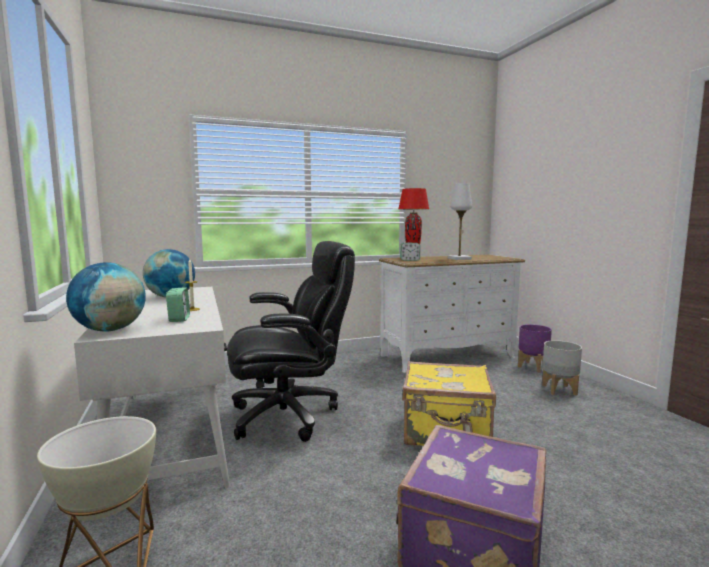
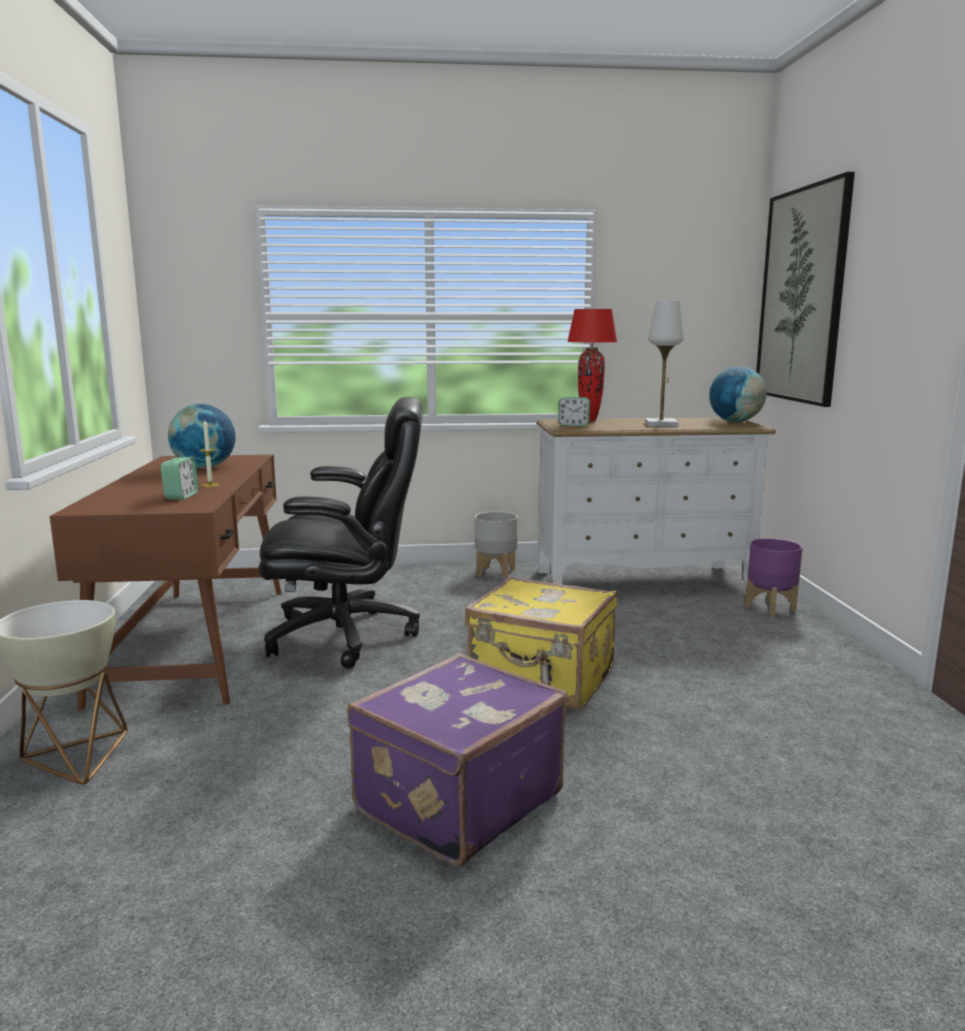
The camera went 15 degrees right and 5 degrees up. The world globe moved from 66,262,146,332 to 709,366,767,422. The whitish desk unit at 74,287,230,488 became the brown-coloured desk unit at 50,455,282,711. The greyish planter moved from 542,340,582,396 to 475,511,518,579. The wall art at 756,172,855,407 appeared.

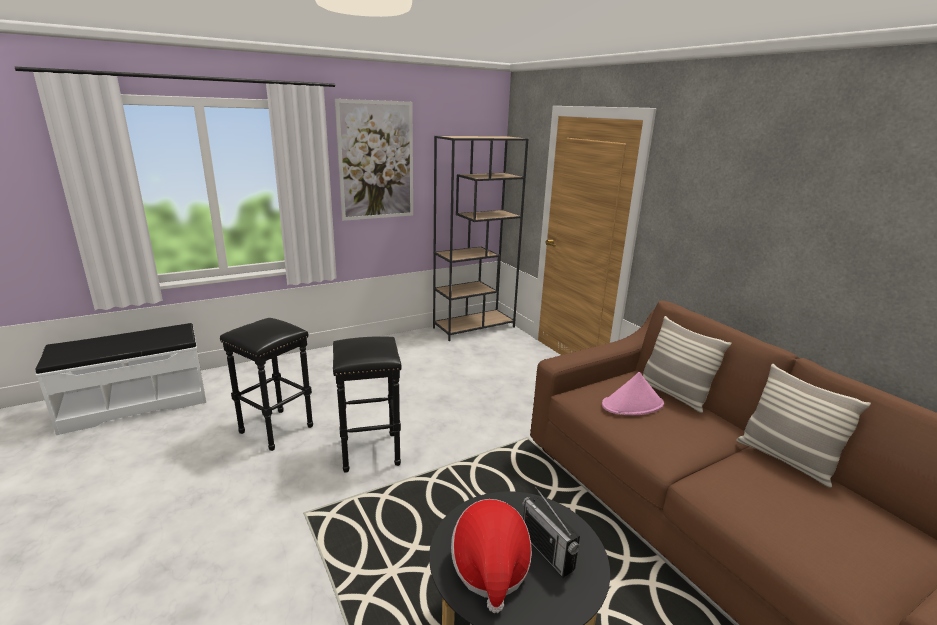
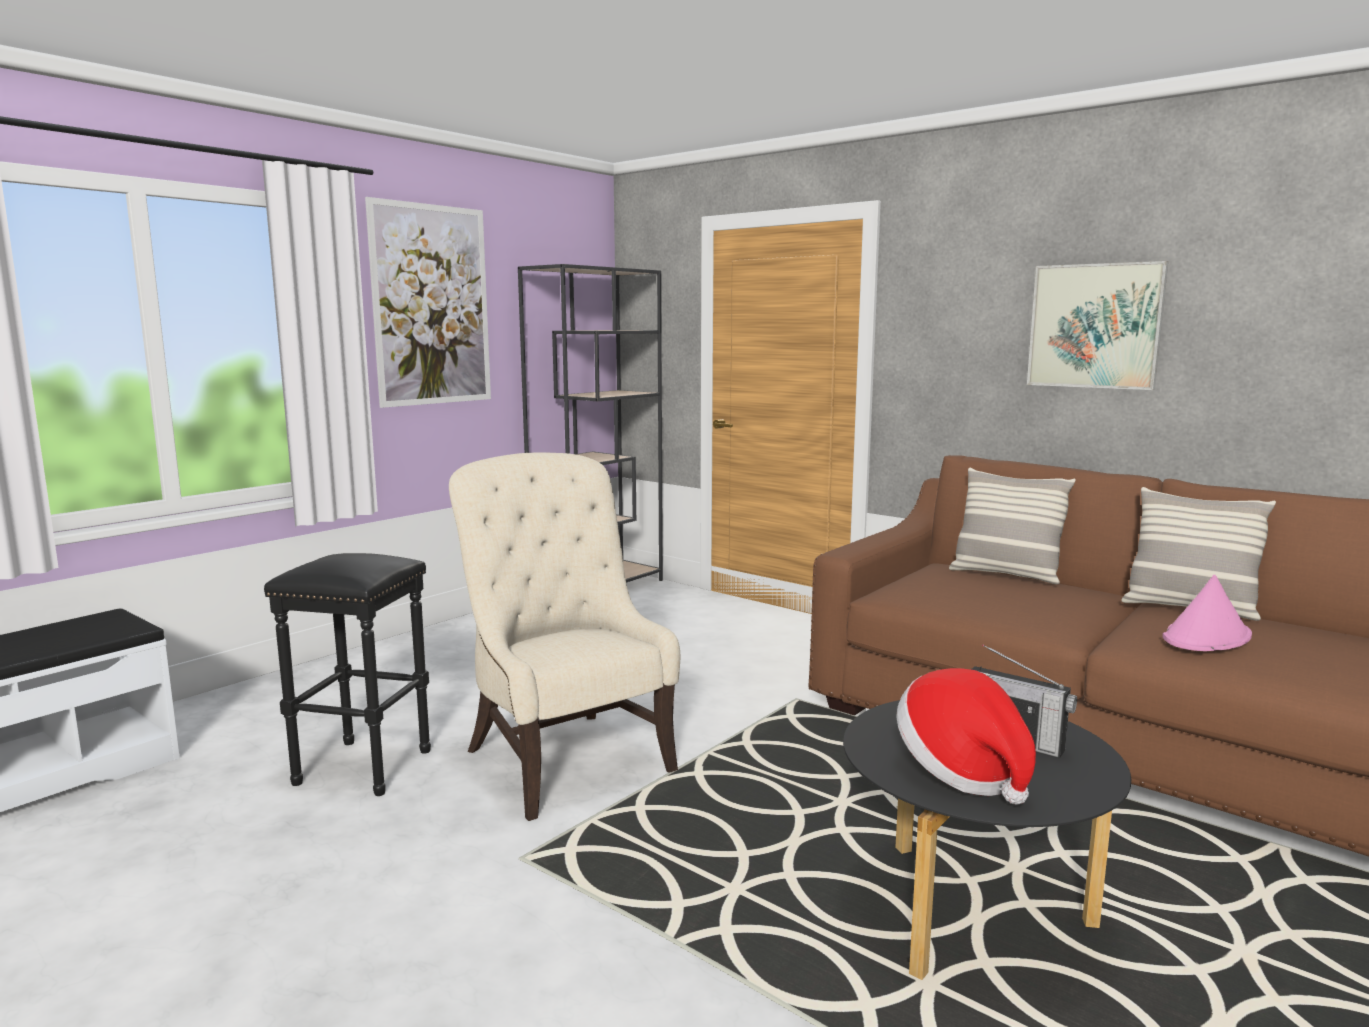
The camera went 20 degrees left and 10 degrees down. The black-coloured stool seat at 333,336,402,473 was replaced by the beige-coloured armchair at 449,452,680,821. The pink-coloured wearable hat moved from 602,372,664,415 to 1162,575,1252,651. The wall art at 1027,261,1168,390 appeared.

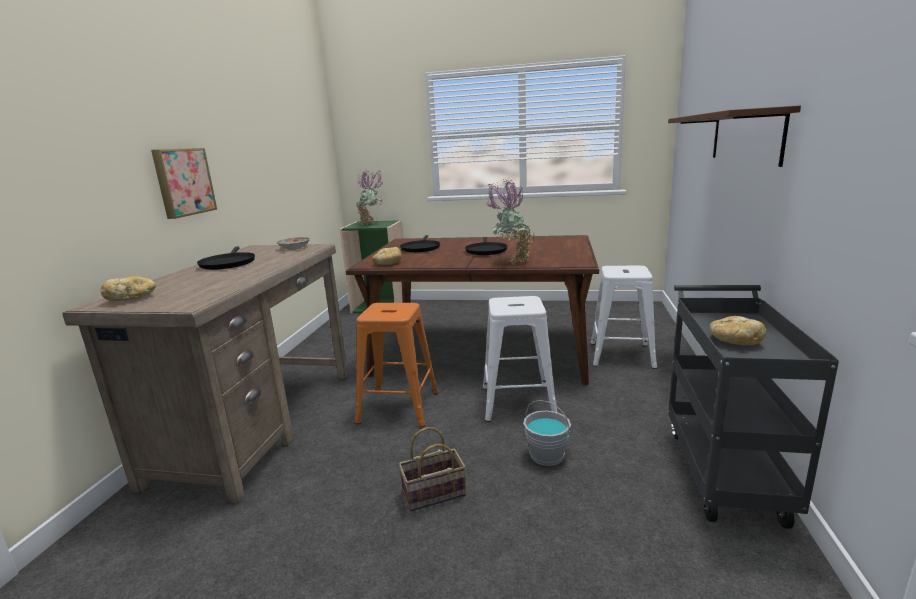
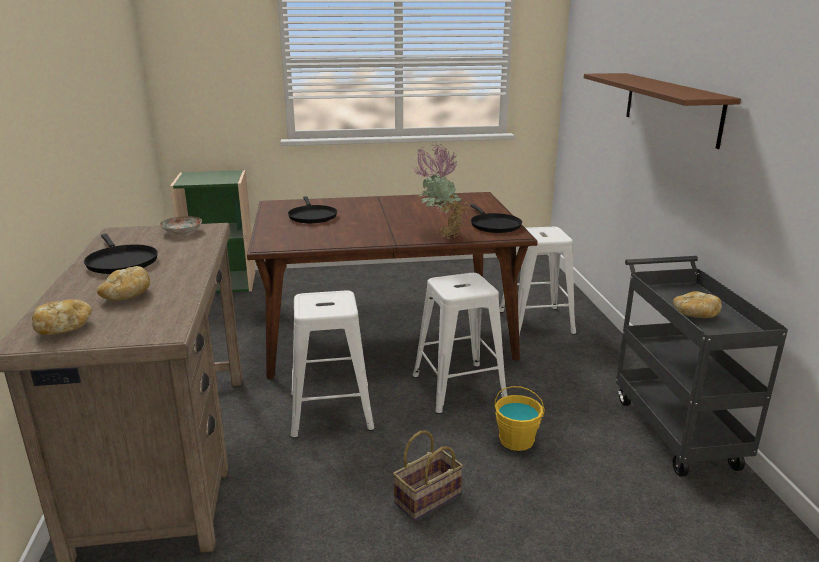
The camera went 20 degrees left and 5 degrees up. The wall art at 151,148,217,219 disappeared. The houseplant at 356,169,383,225 disappeared. The black-coloured pan moved from 465,237,508,255 to 470,204,522,233. The baked bread moved from 372,247,402,265 to 97,266,150,301. The orangey stool seat at 355,303,439,427 became the whitish stool seat at 291,291,375,438. The greyish pail at 523,400,571,466 became the yellow pail at 495,386,545,451.

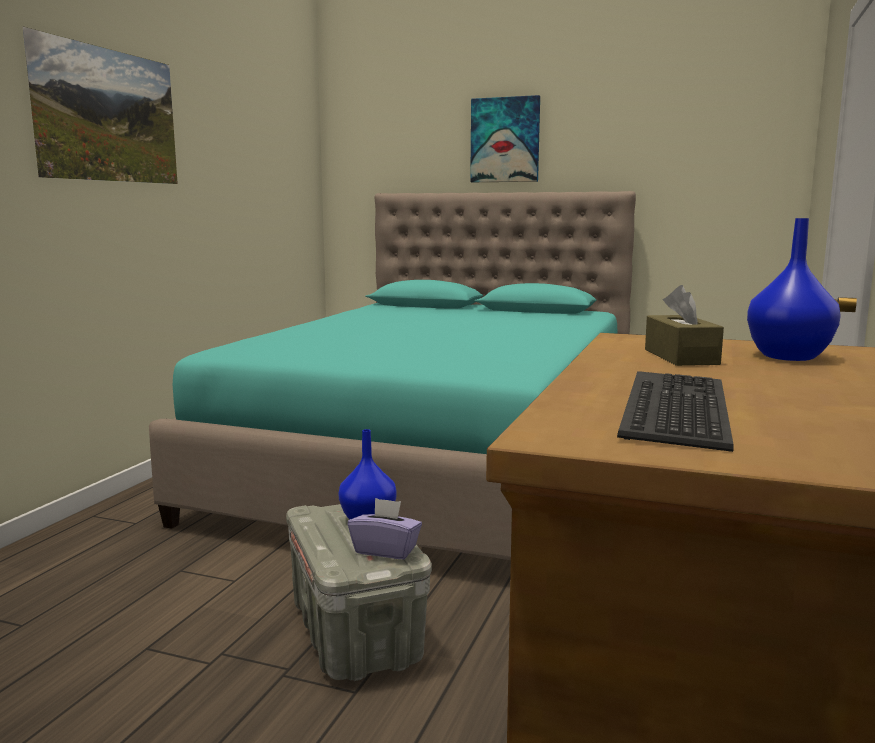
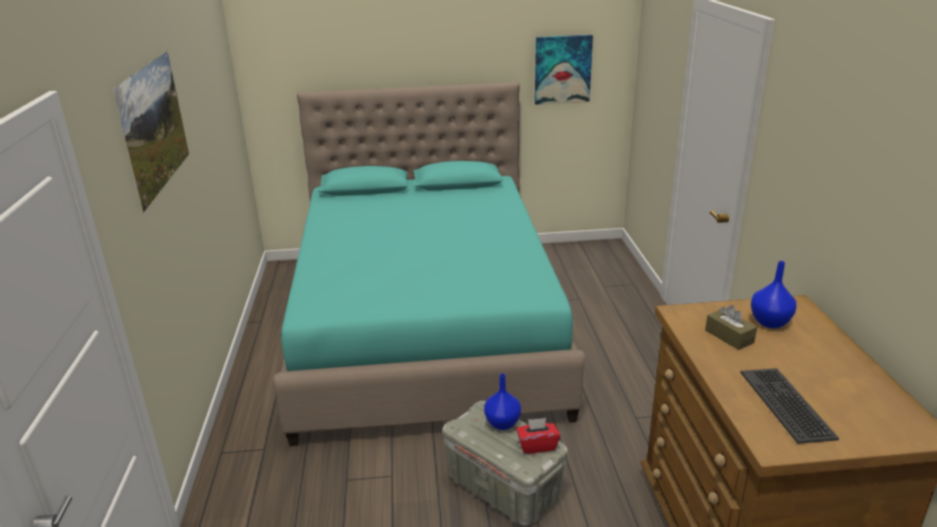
The camera went 25 degrees left and 15 degrees up. The wall art moved from 470,95,540,182 to 535,35,593,105. The purplish tissue box at 348,498,422,560 became the red-coloured tissue box at 516,418,560,454.

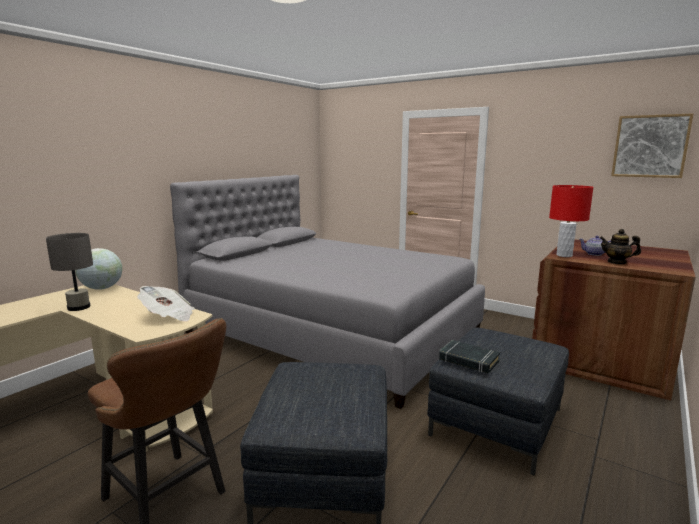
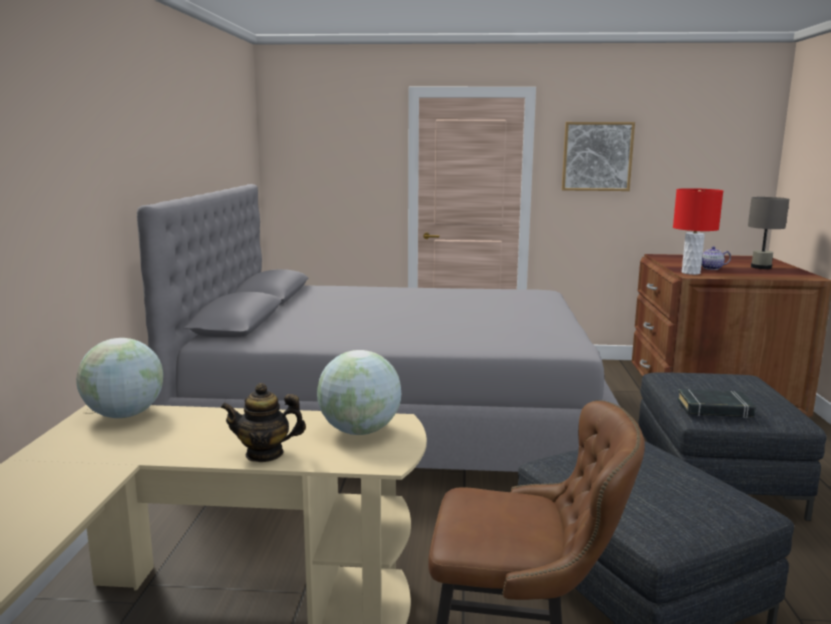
The camera went 30 degrees left and 0 degrees up. The wall art moved from 611,113,693,178 to 562,122,635,191. The pot for tea moved from 600,229,641,264 to 220,383,306,462. The greyish tabletop lamp moved from 46,233,93,311 to 748,197,789,269. The daily paper at 137,286,195,322 was replaced by the world globe at 317,350,401,435.

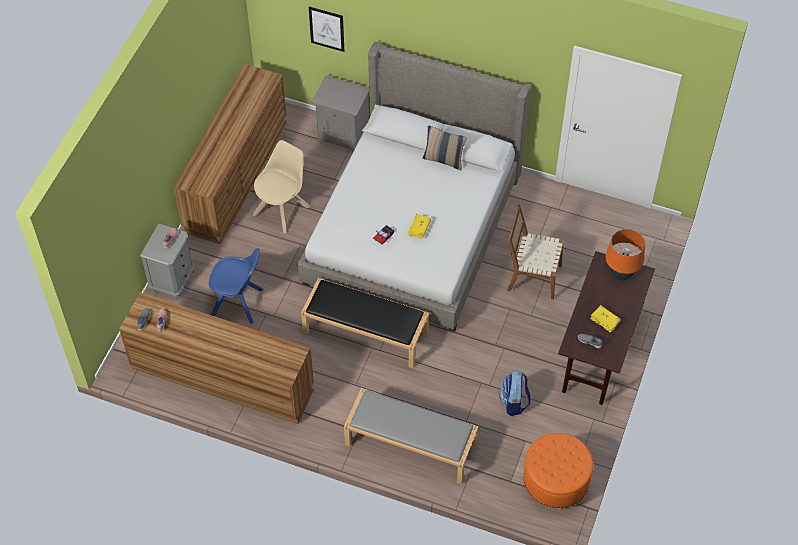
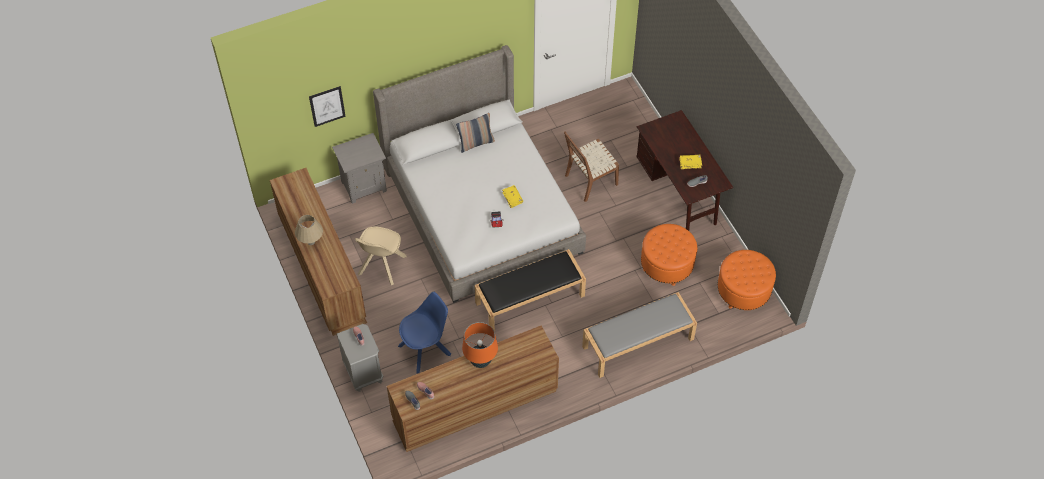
The camera went 45 degrees left and 0 degrees up. The beige-coloured chair at 253,140,310,233 turned 150 degrees counterclockwise. The orangey tabletop lamp moved from 606,229,645,281 to 462,322,498,368. The rucksack at 499,370,530,416 was replaced by the orangey pouffe at 641,224,697,286. The beige-coloured tabletop lamp at 295,215,323,245 appeared.

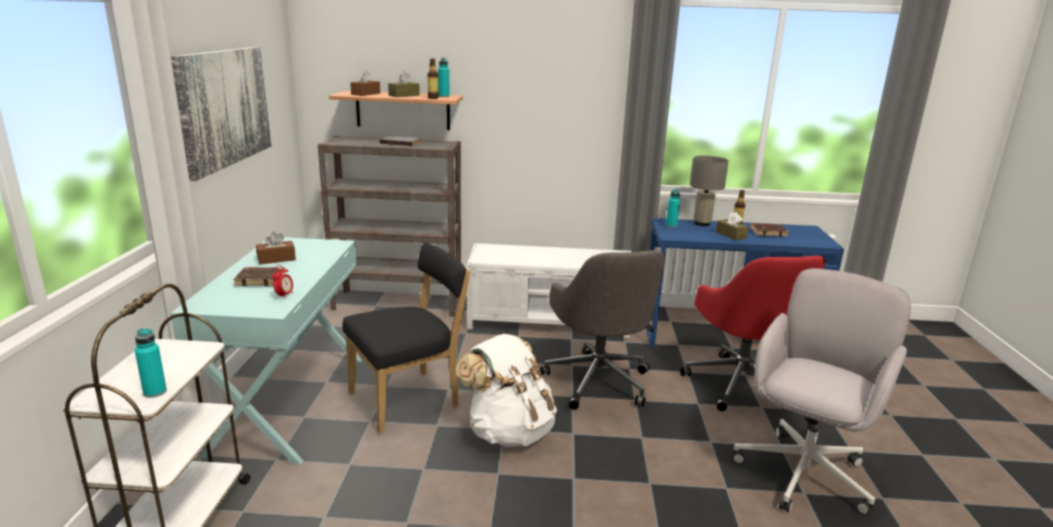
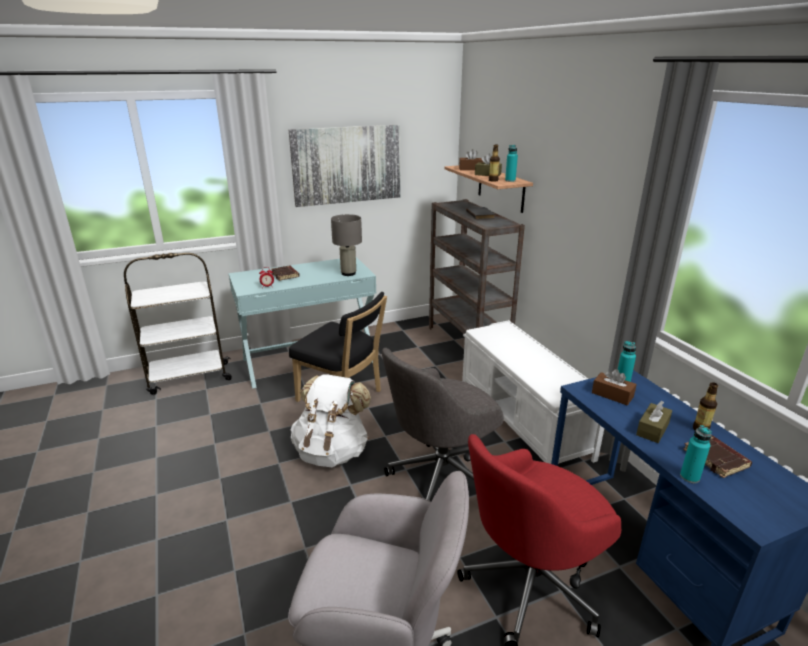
The camera went 65 degrees right and 5 degrees up. The greyish tabletop lamp moved from 690,155,729,226 to 331,214,362,276. The brown-coloured tissue box moved from 256,232,296,264 to 592,369,637,405. The turquoise-coloured beverage bottle moved from 135,328,167,398 to 680,425,712,483.

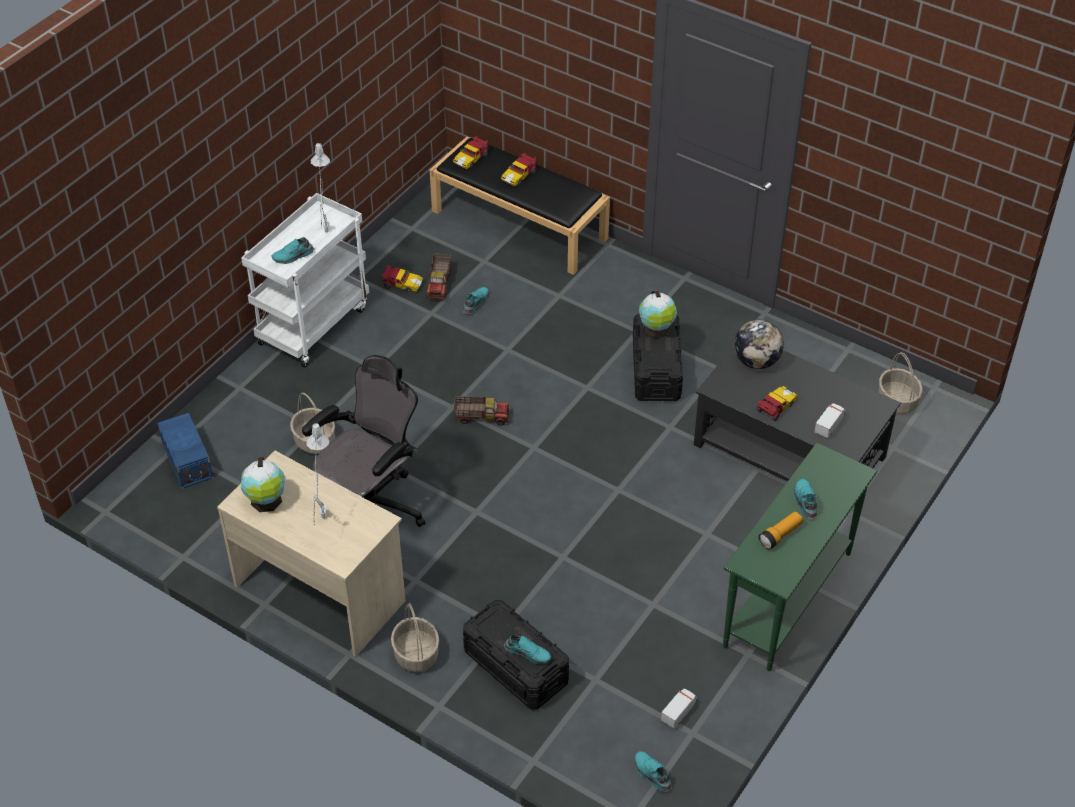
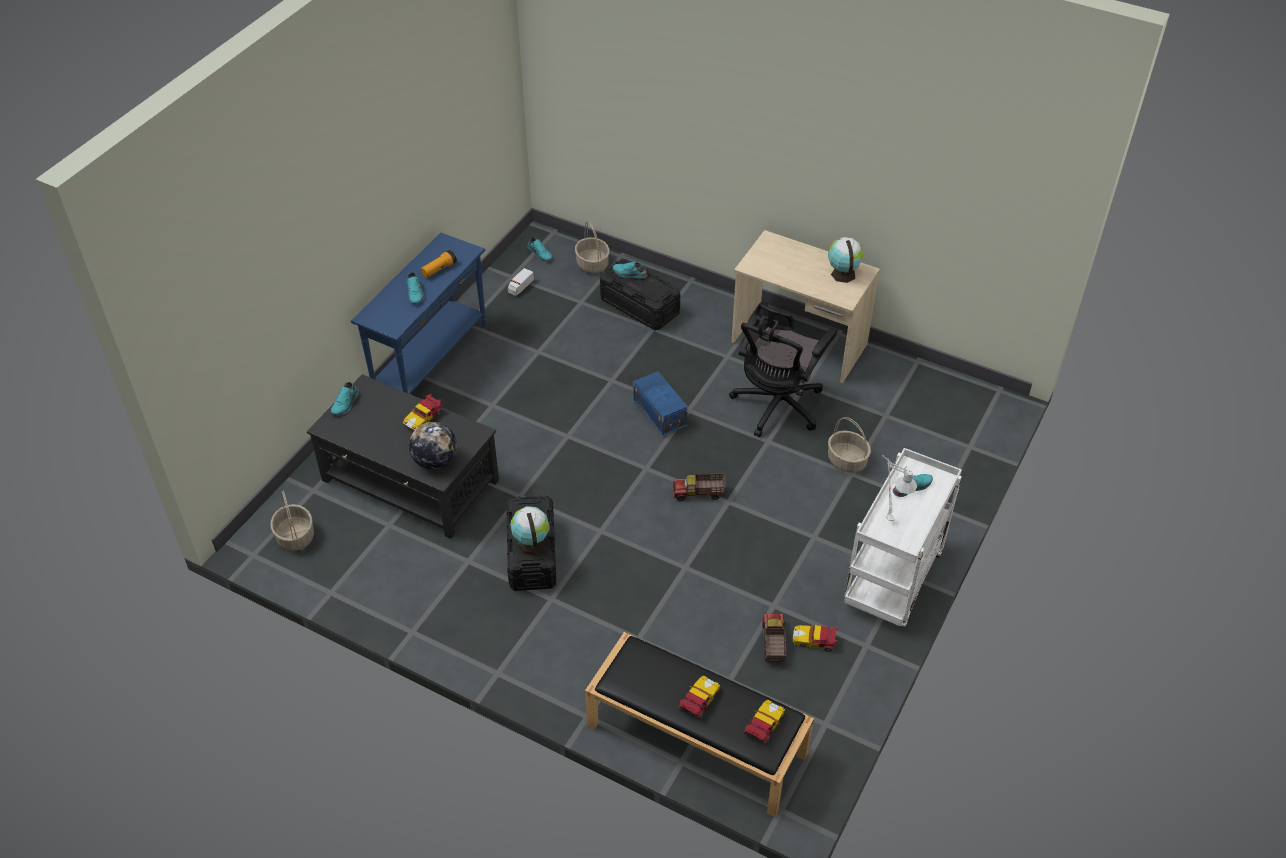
The camera went 175 degrees right and 0 degrees up. The turquoise-coloured shoe moved from 462,287,489,314 to 331,382,359,415. The toy lorry at 814,403,846,438 disappeared. The blue storage bin moved from 158,413,213,489 to 633,371,688,437. The greyish tabletop lamp at 307,423,330,525 disappeared. The green-coloured hall table at 723,443,877,671 became the blue hall table at 351,232,486,394. The household basket moved from 391,603,439,672 to 575,221,610,273.

